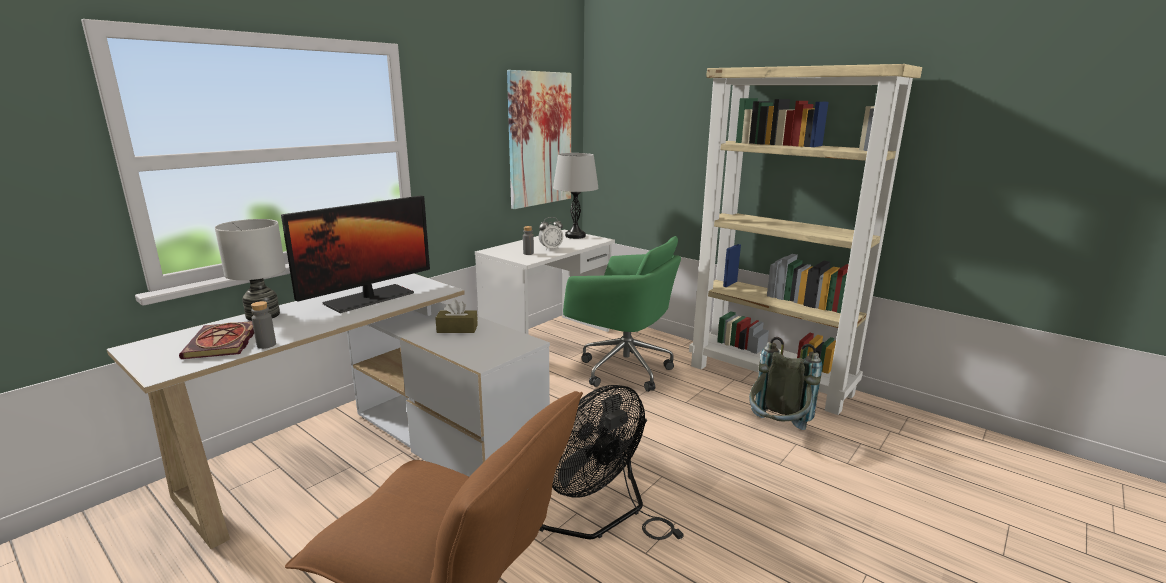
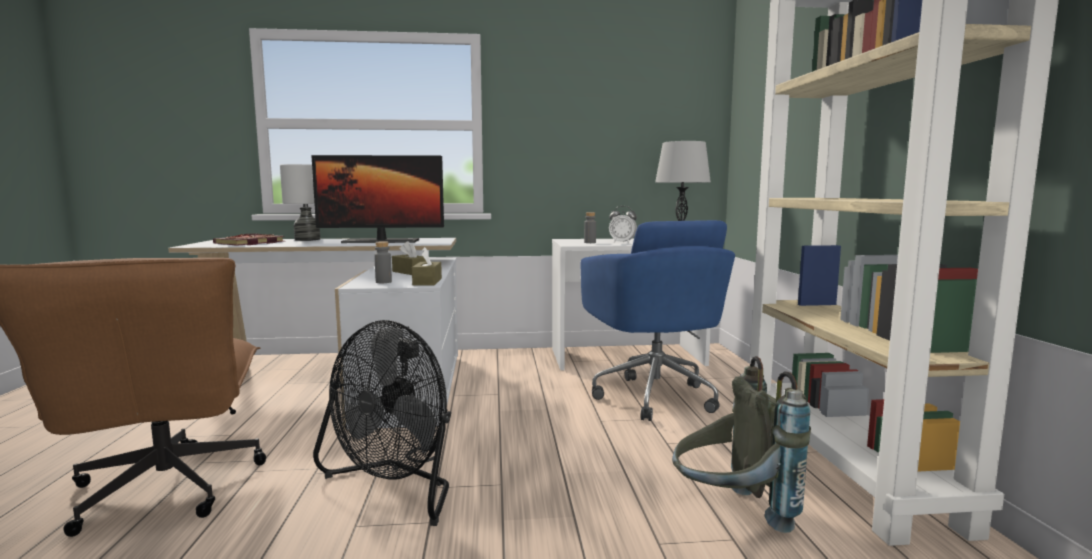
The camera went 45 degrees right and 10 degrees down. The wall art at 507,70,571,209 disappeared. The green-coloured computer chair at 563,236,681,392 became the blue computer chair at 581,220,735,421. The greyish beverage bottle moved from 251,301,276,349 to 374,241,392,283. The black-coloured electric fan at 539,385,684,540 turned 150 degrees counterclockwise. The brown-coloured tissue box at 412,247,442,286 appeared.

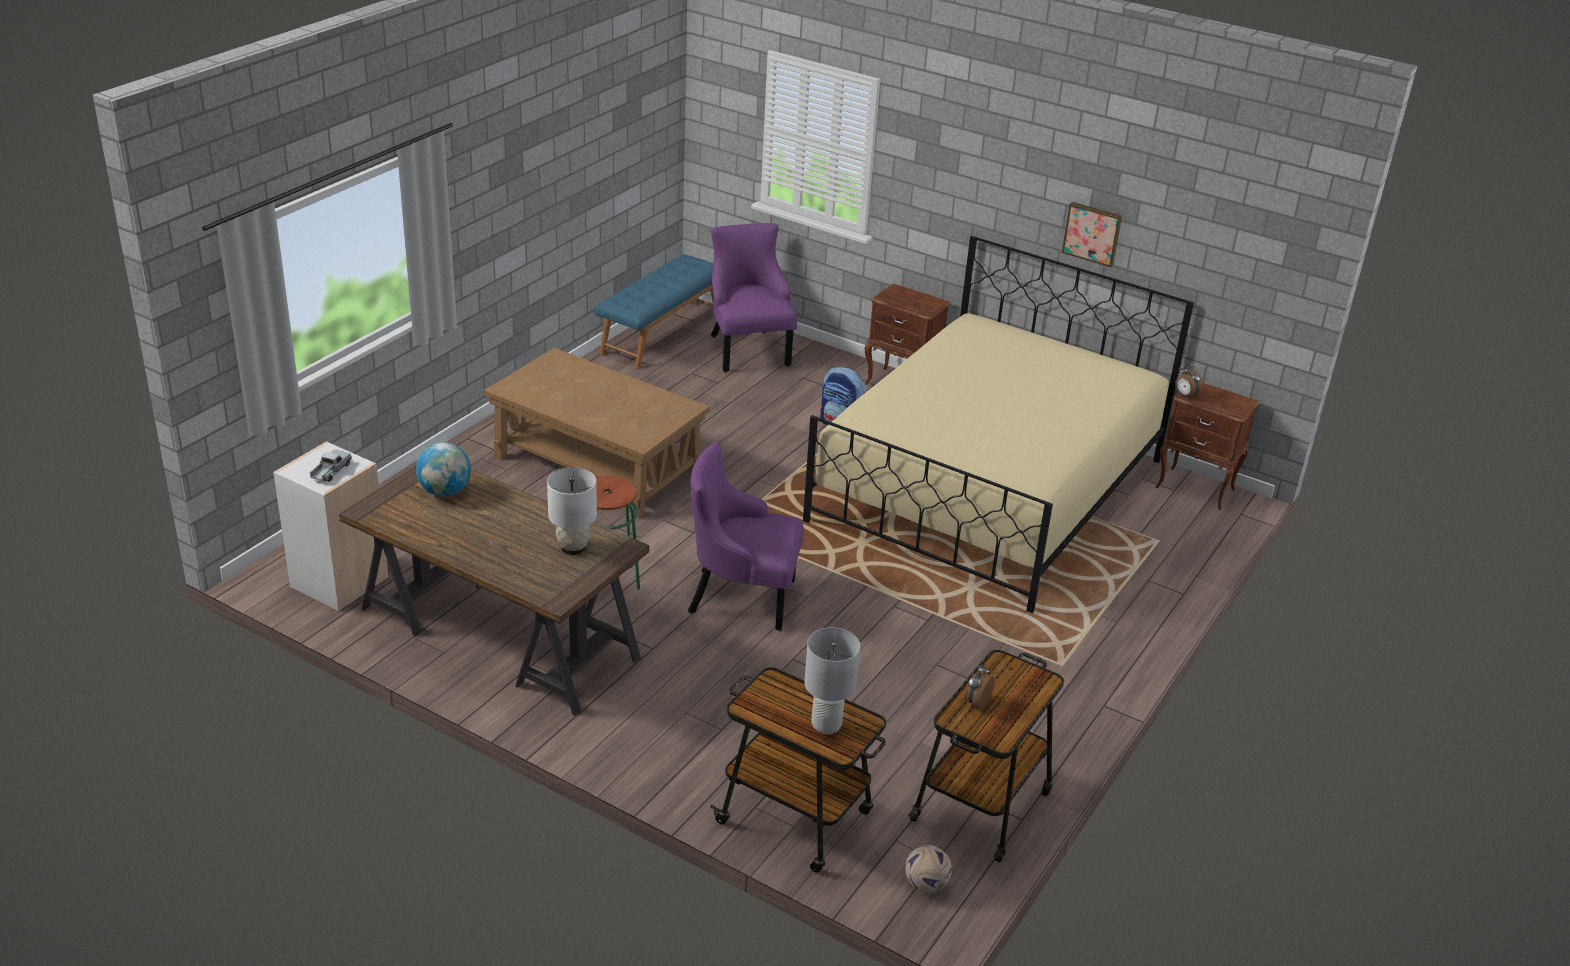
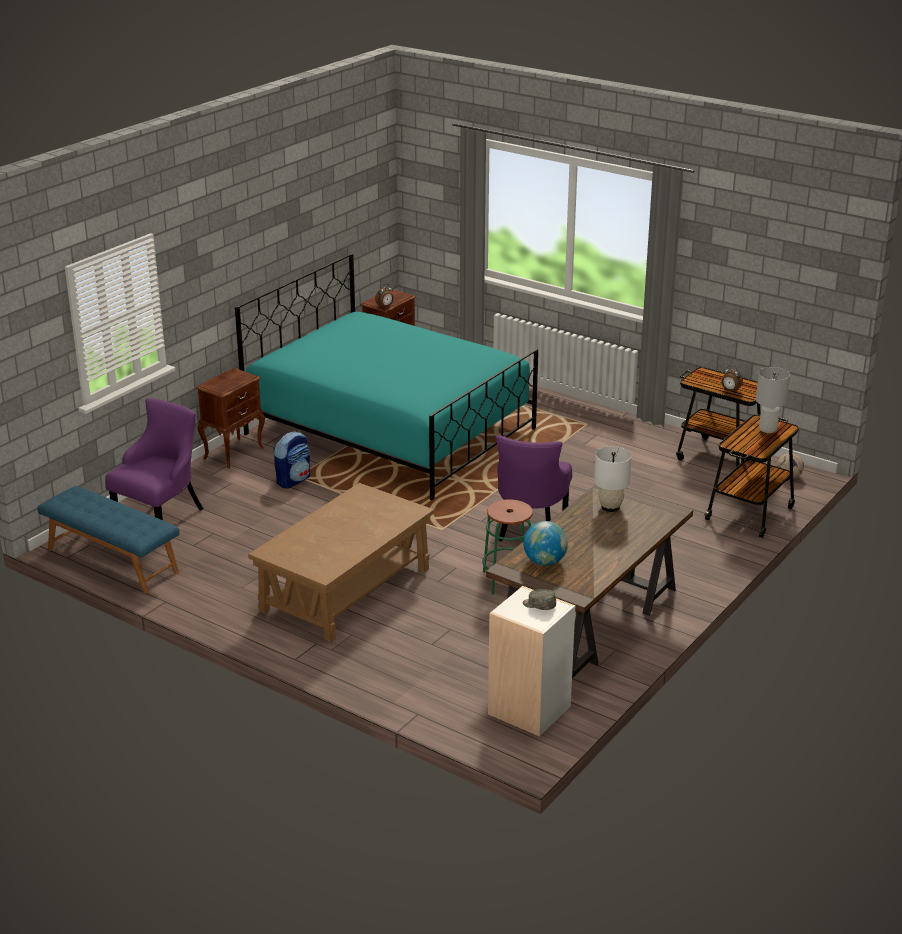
The camera went 85 degrees left and 5 degrees down. The wall art at 1062,202,1122,267 disappeared. The purplish chair at 711,223,797,372 turned 135 degrees clockwise. The beige-coloured sleeping bed at 803,236,1194,613 became the turquoise-coloured sleeping bed at 235,253,538,500. The toy lorry at 310,449,352,482 was replaced by the greyish baseball cap at 523,589,556,610.

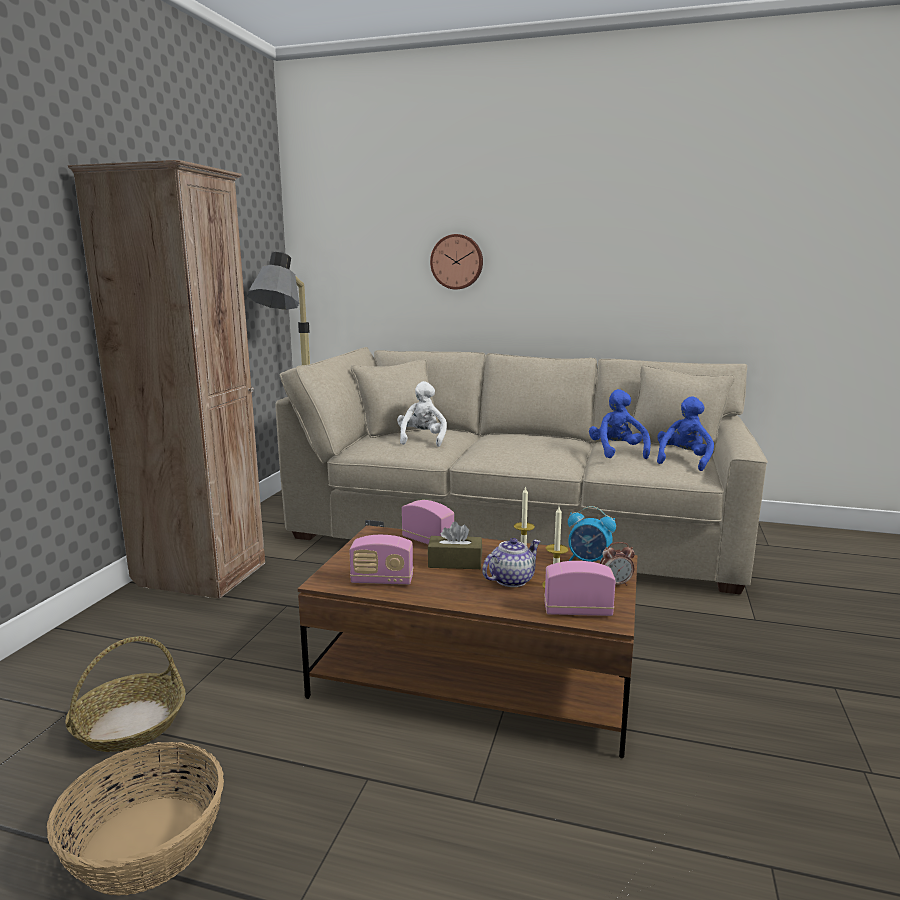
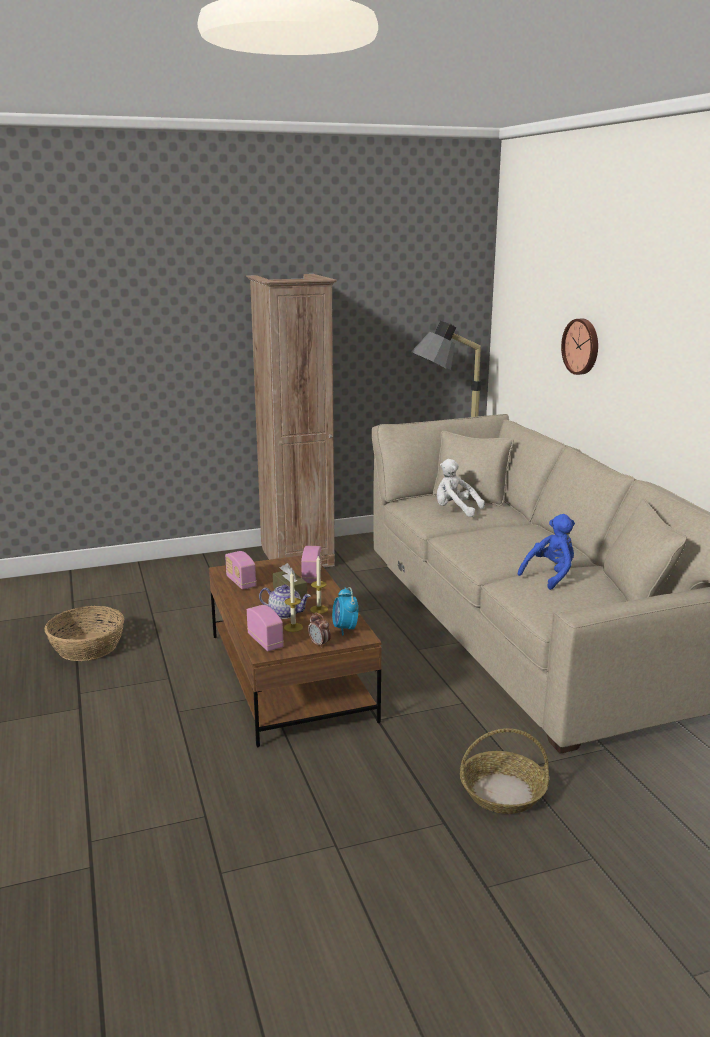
The camera went 55 degrees right and 5 degrees up. The whitish plush toy at 397,381,447,447 turned 120 degrees counterclockwise. The blue plush toy at 657,396,714,471 disappeared. The household basket moved from 65,636,186,752 to 460,728,549,814.

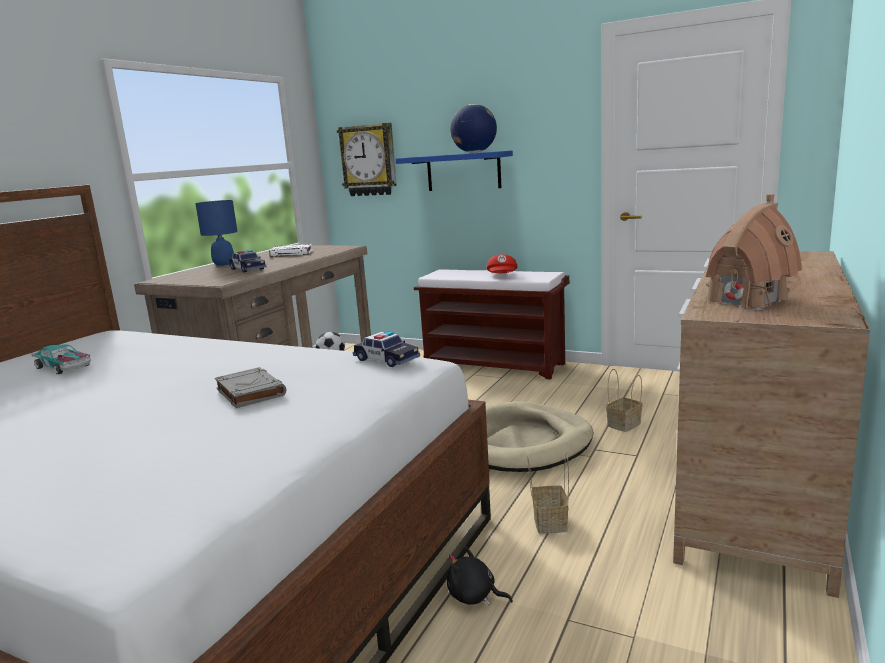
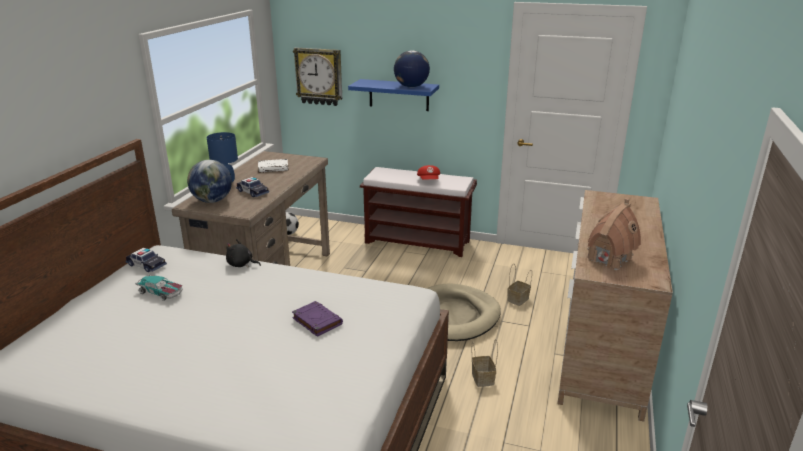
The camera went 10 degrees left and 10 degrees up. The toy car moved from 353,331,420,367 to 126,248,167,272. The greyish book at 215,367,286,408 became the purplish book at 292,301,343,337. The black-coloured plush toy moved from 447,546,513,605 to 226,239,261,267. The world globe at 187,160,232,203 appeared.

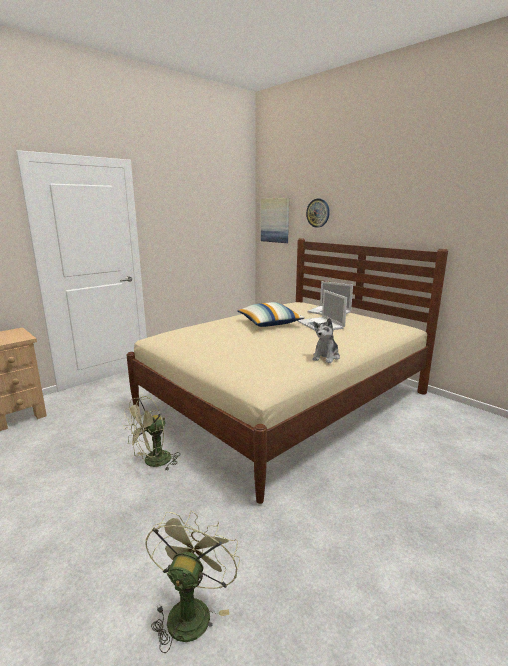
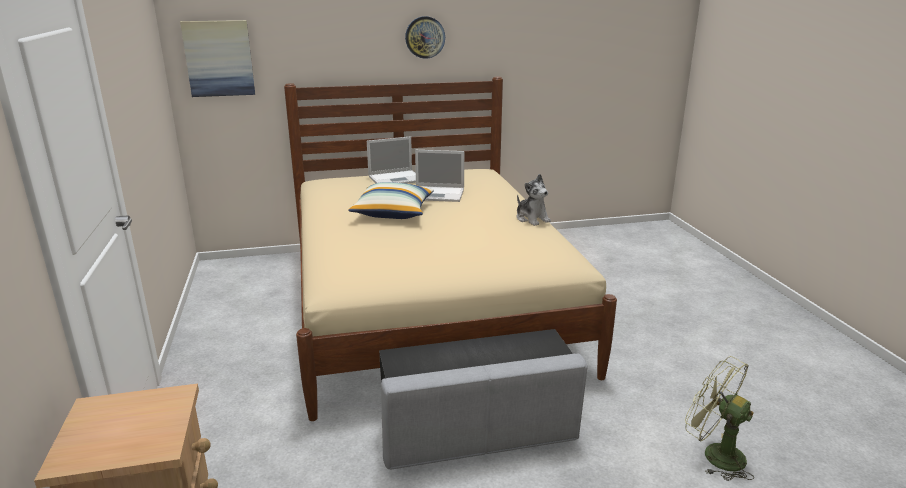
The camera went 60 degrees left and 5 degrees up. The hanging clock moved from 306,199,330,228 to 405,16,445,59. The green-coloured electric fan at 123,396,180,470 was replaced by the greyish pouffe at 379,329,587,470.

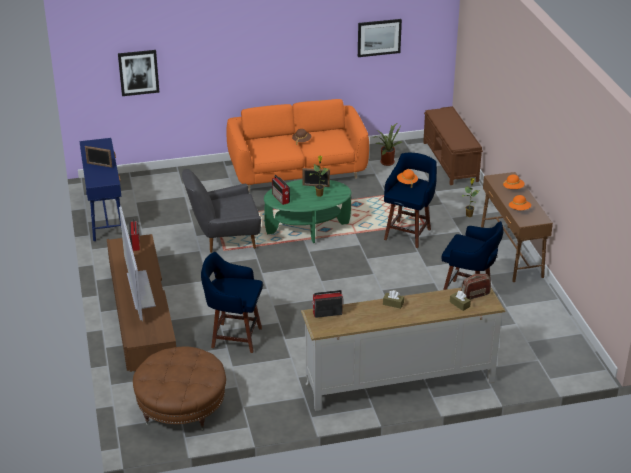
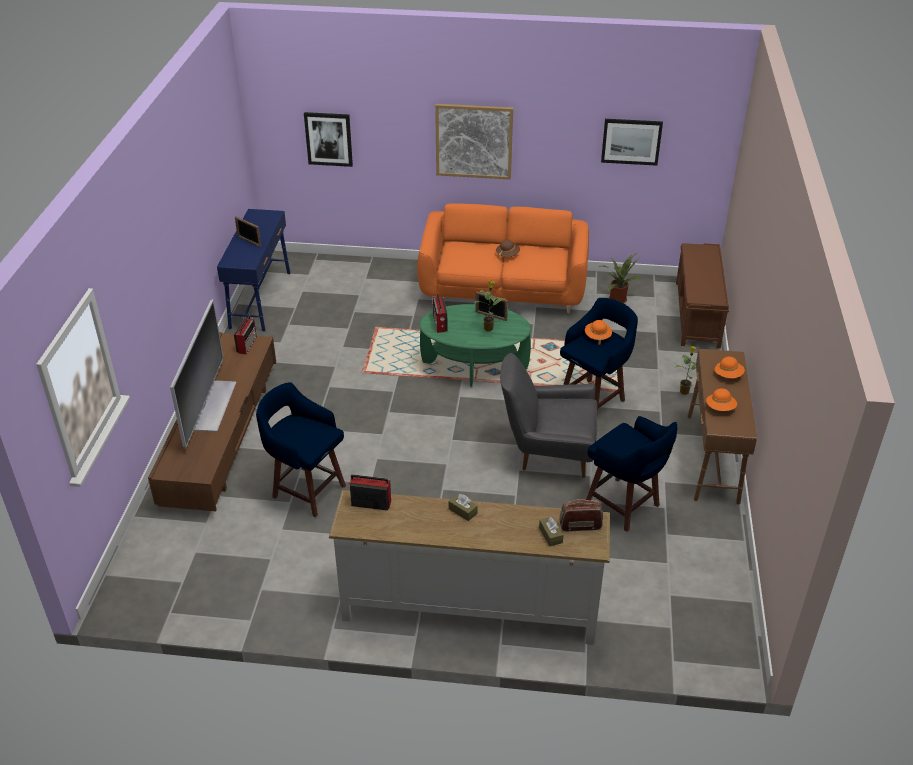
The camera went 20 degrees right and 5 degrees up. The greyish armchair moved from 182,169,261,253 to 500,353,597,478. The brown-coloured pouffe at 133,347,226,430 disappeared. The wall art at 435,104,513,179 appeared.

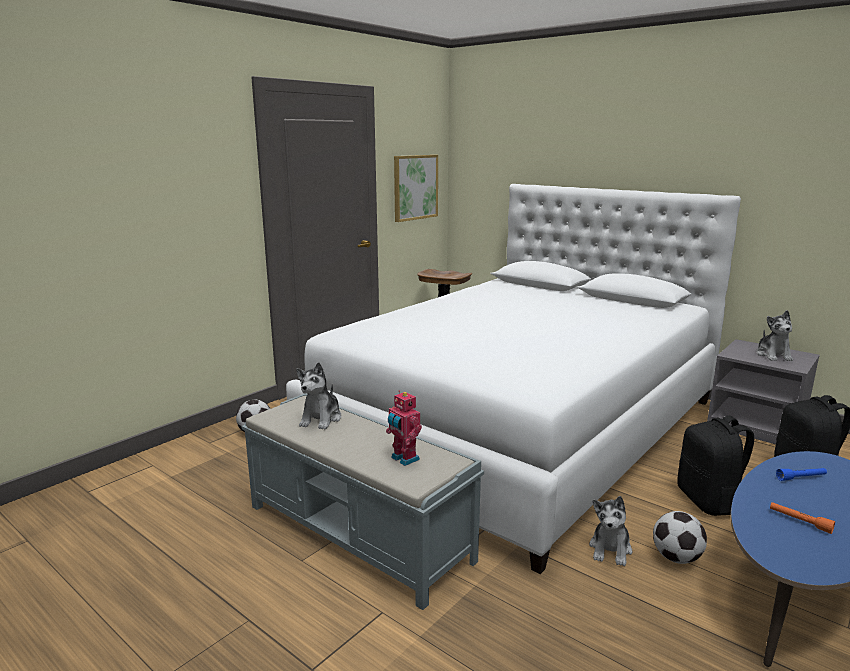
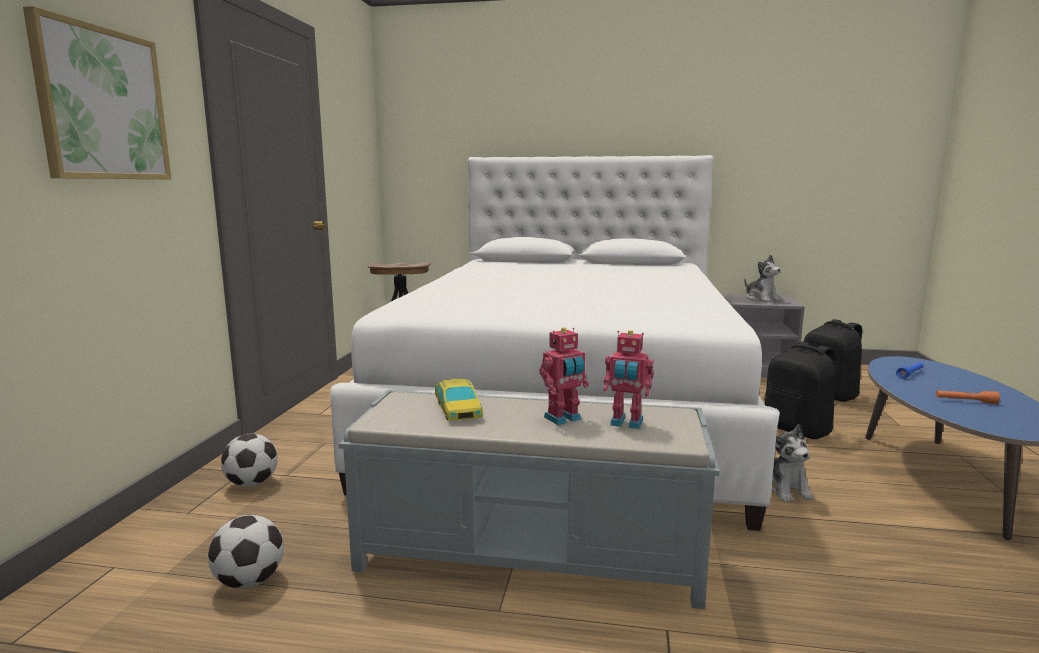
The camera went 30 degrees left and 5 degrees down. The wall art moved from 394,155,438,222 to 23,6,171,179. The plush toy at 296,362,341,429 was replaced by the toy car at 435,379,483,421. The football moved from 653,511,707,564 to 208,515,284,589. The toy robot at 539,328,589,425 appeared.

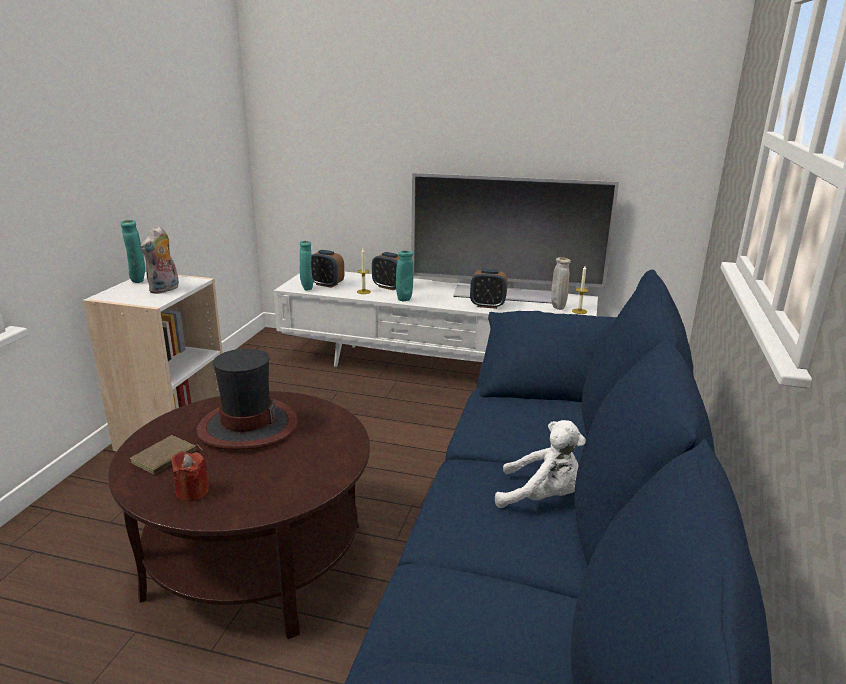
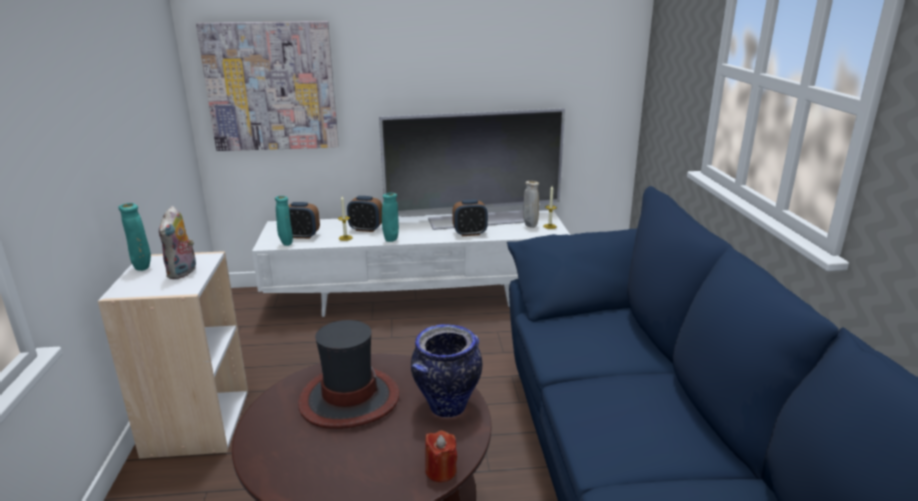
The camera went 20 degrees left and 0 degrees up. The whitish plush toy at 495,420,586,508 disappeared. The brown-coloured book at 130,435,202,474 disappeared. The red-coloured wax light moved from 171,451,209,502 to 425,430,457,482. The wall art at 196,21,339,151 appeared. The flower vase at 411,324,482,417 appeared.

